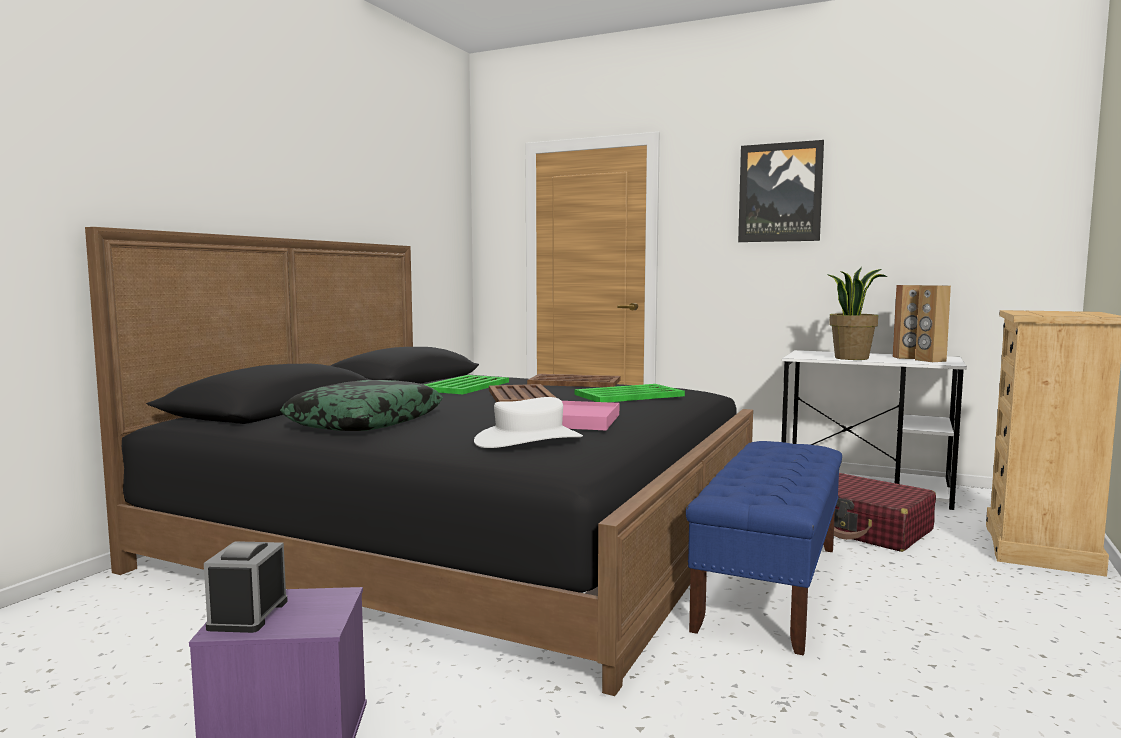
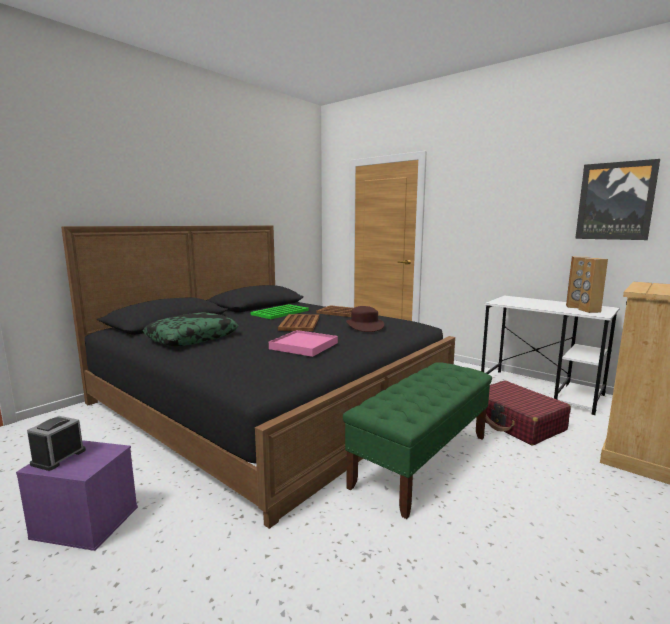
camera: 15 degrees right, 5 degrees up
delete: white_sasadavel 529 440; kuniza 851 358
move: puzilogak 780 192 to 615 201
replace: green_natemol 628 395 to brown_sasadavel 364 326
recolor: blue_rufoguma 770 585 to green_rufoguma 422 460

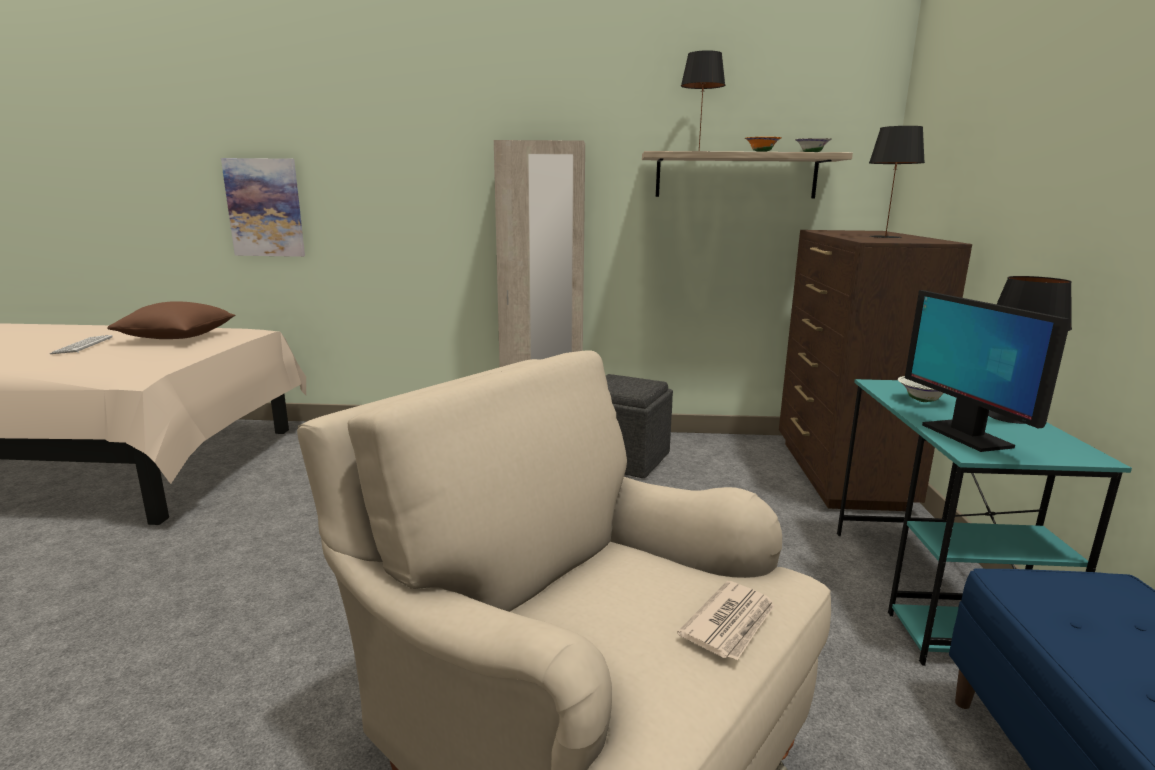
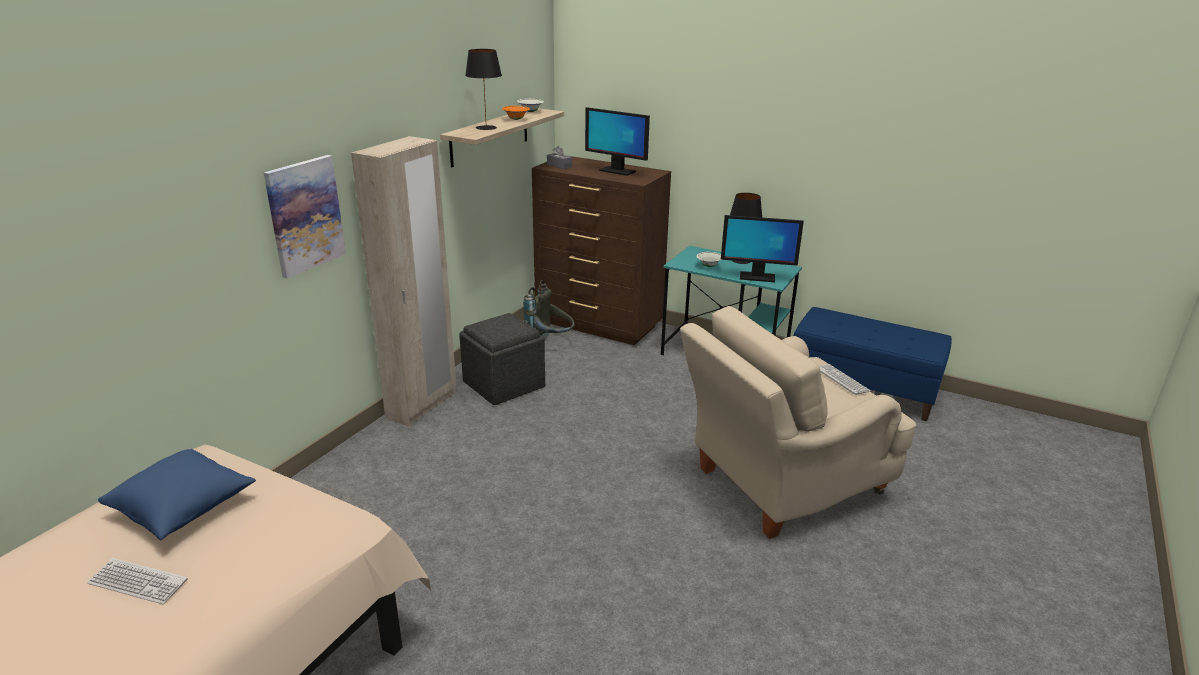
camera: 65 degrees left, 10 degrees up
insert: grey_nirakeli 550 343; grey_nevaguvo 559 166
move: puzilogak 265 208 to 305 215
replace: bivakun 731 623 to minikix 842 380; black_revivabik 886 237 to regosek 617 171
recolor: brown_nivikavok 178 338 to blue_nivikavok 183 508

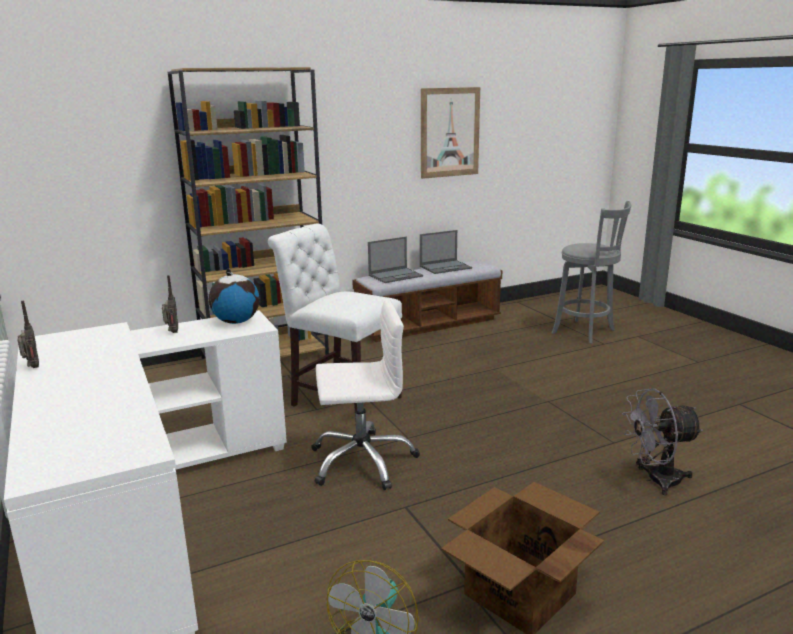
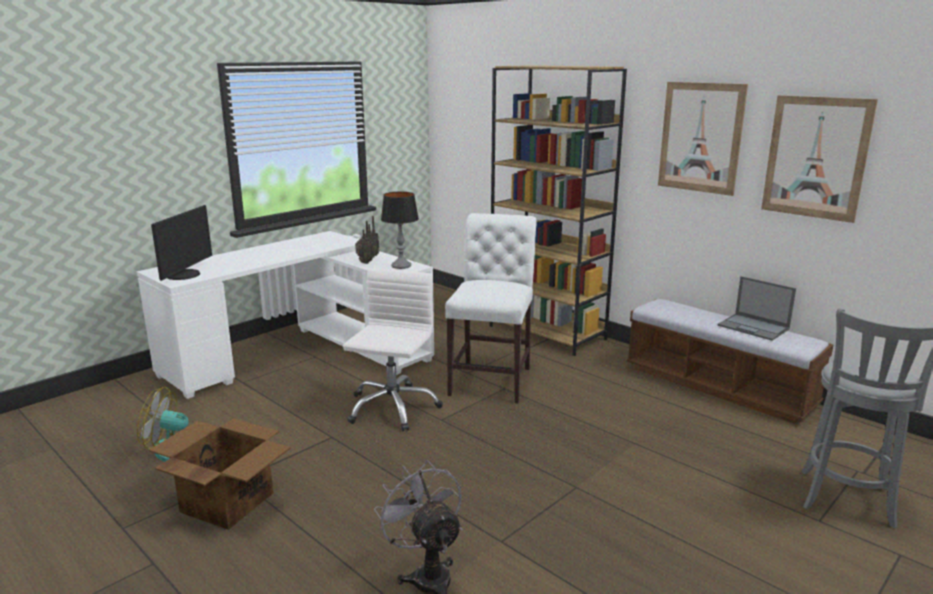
camera: 70 degrees right, 0 degrees up
delete: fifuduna 396 275
insert: regosek 185 275; puzilogak 700 137
move: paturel 32 368 to 364 263
replace: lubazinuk 236 322 to revivabik 401 266
rotate: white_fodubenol 362 461 = 392 407 135 degrees counterclockwise

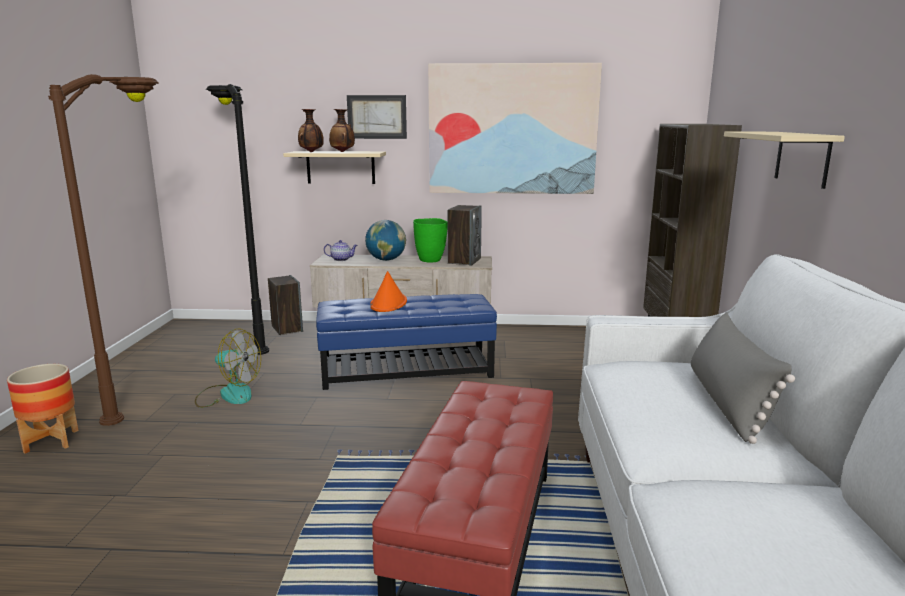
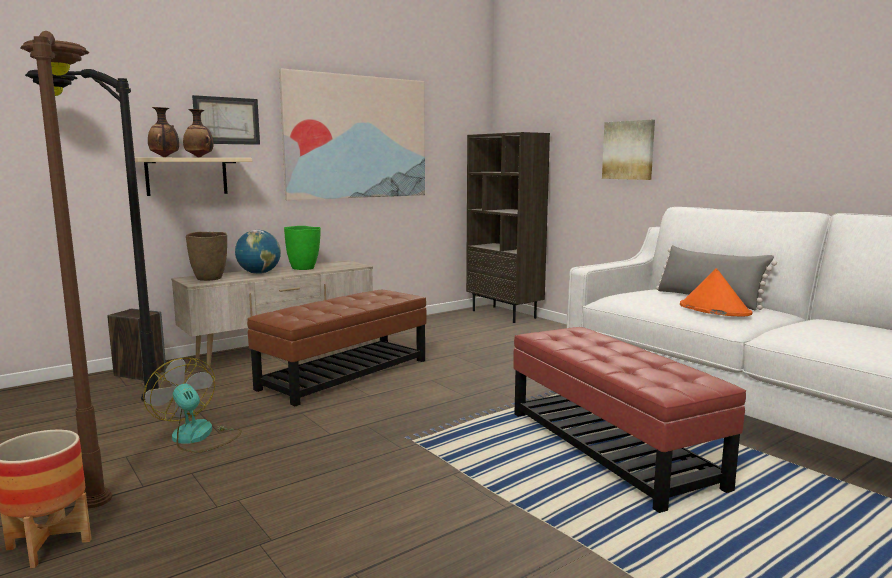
camera: 40 degrees left, 5 degrees down
delete: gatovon 464 261
move: orange_sasadavel 388 304 to 714 309
replace: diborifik 341 259 to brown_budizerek 210 278; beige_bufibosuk 802 158 to puzilogak 629 150
recolor: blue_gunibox 406 371 to brown_gunibox 344 374
rotate: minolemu 228 394 = 197 437 105 degrees counterclockwise

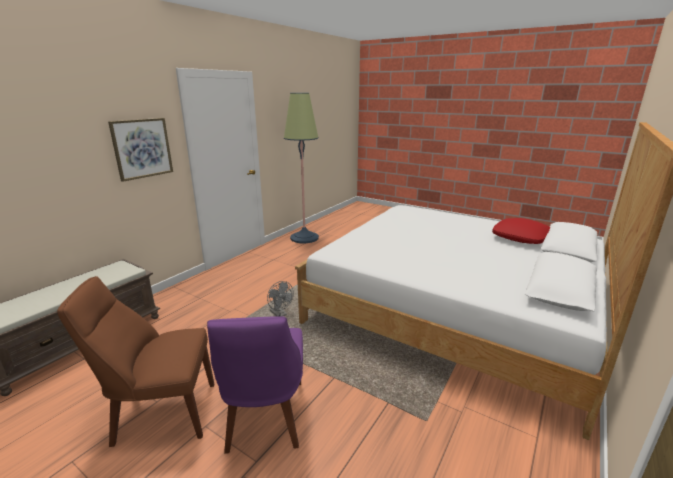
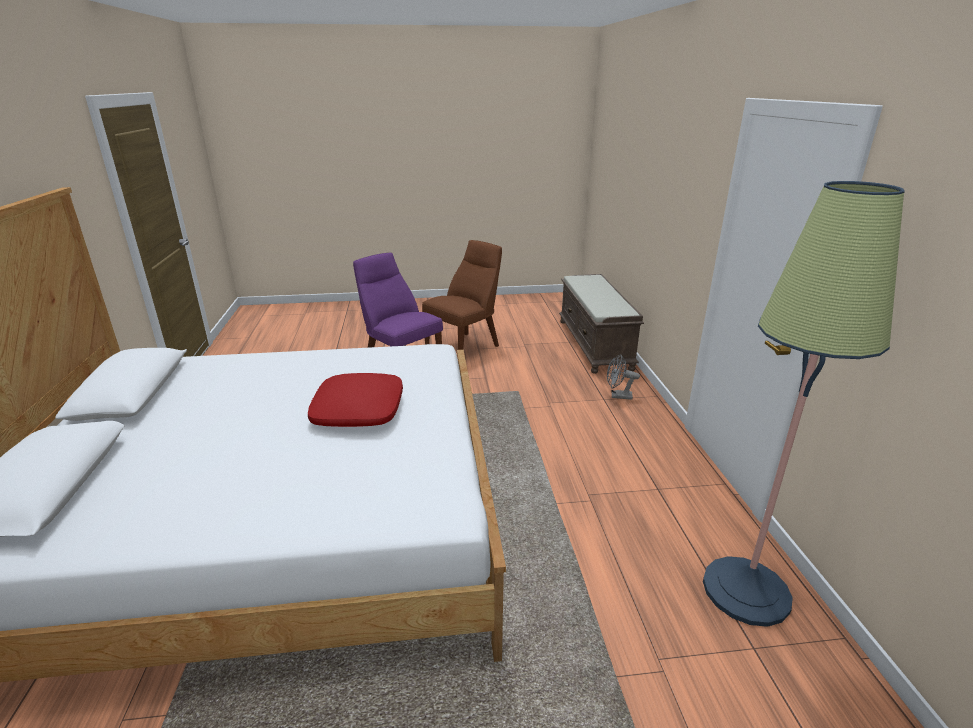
camera: 140 degrees right, 5 degrees up
delete: puzilogak 142 148
move: grey_minolemu 280 314 to 617 396; red_nivikavok 520 237 to 359 410

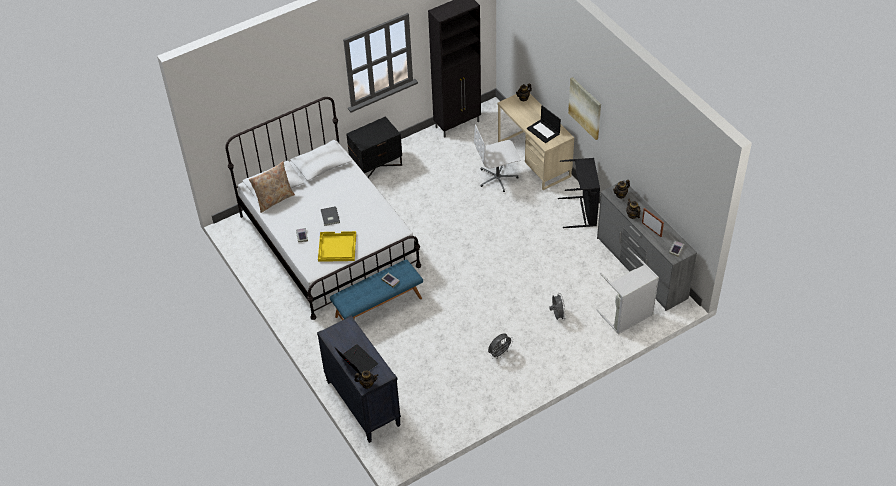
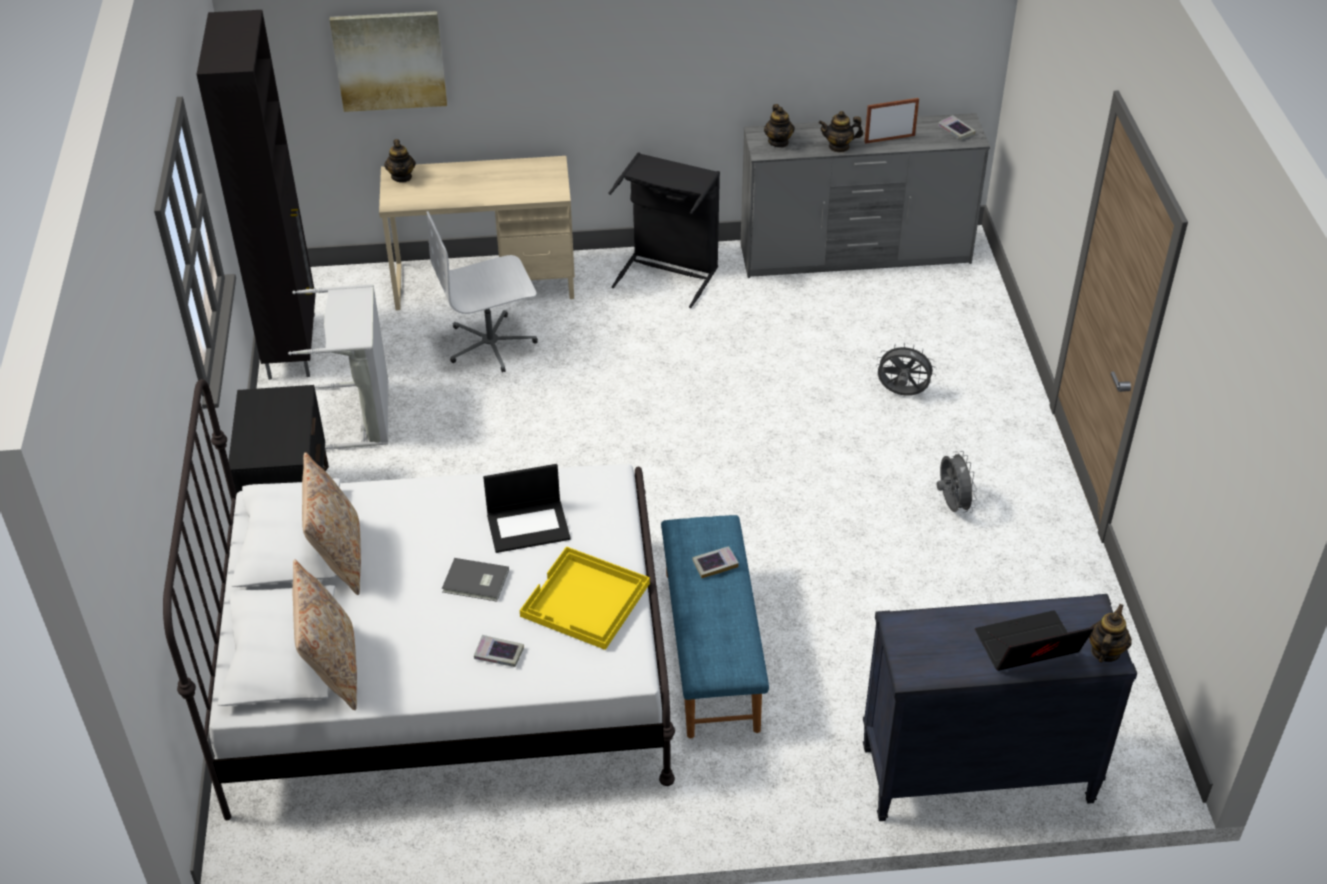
camera: 65 degrees left, 5 degrees down
insert: beige_nivikavok 338 557
move: fifuduna 543 131 to 529 526; puzilogak 585 108 to 389 60; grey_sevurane 628 317 to 362 415
rotate: white_fodubenol 497 178 = 491 344 60 degrees clockwise

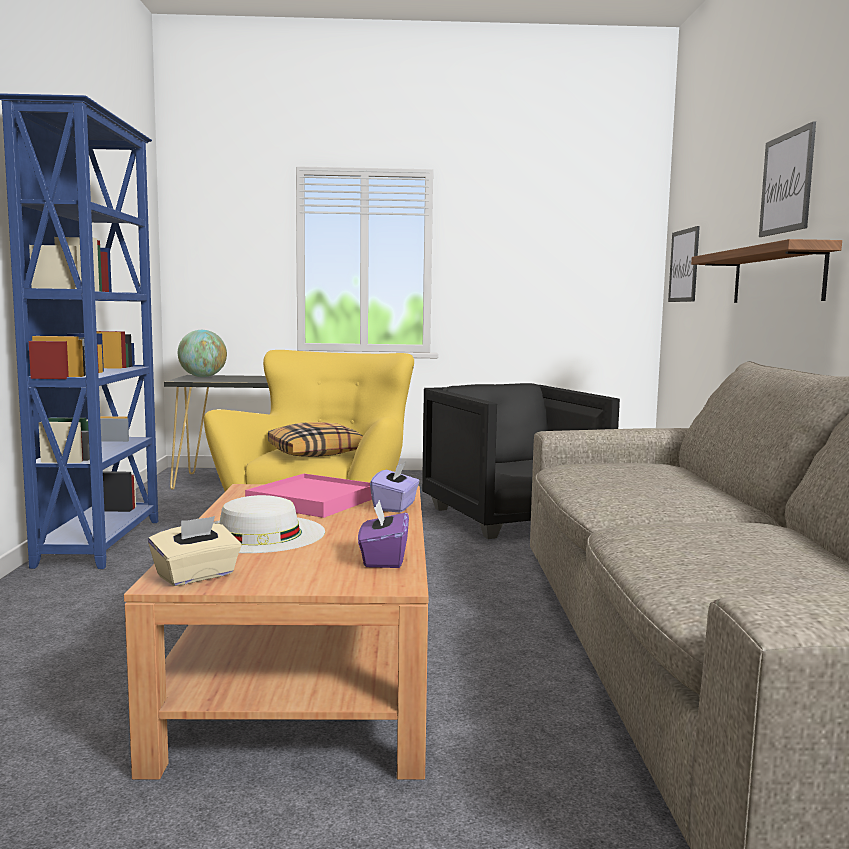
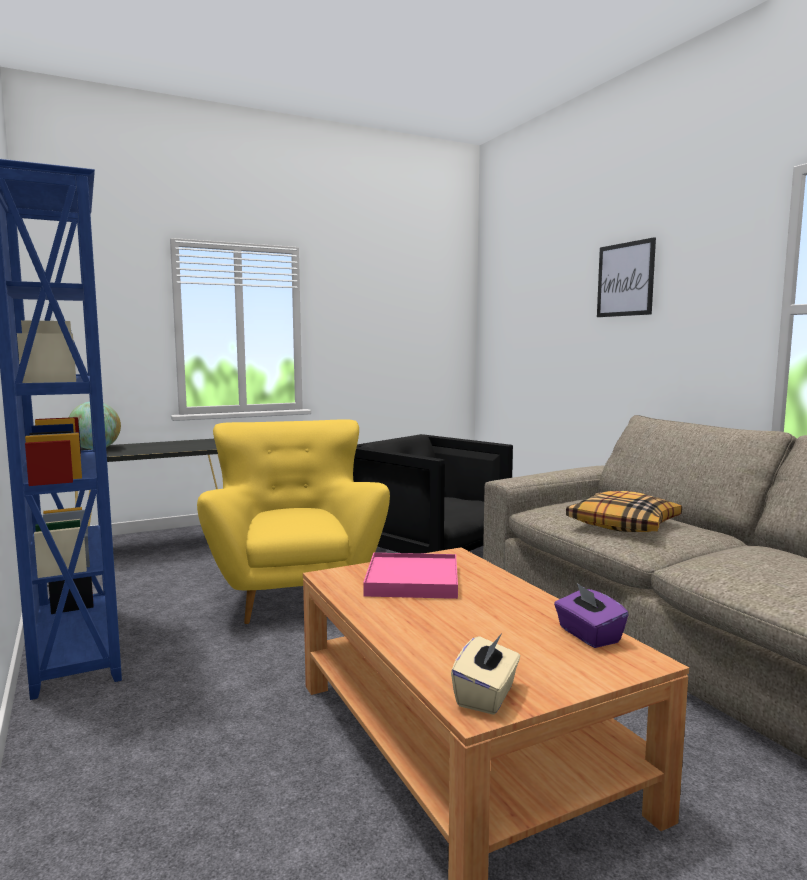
camera: 25 degrees left, 0 degrees up
delete: white_sasadavel 259 534; purple_nevaguvo 395 506; puzilogak 684 265; bufibosuk 777 276
move: nivikavok 316 452 to 623 524

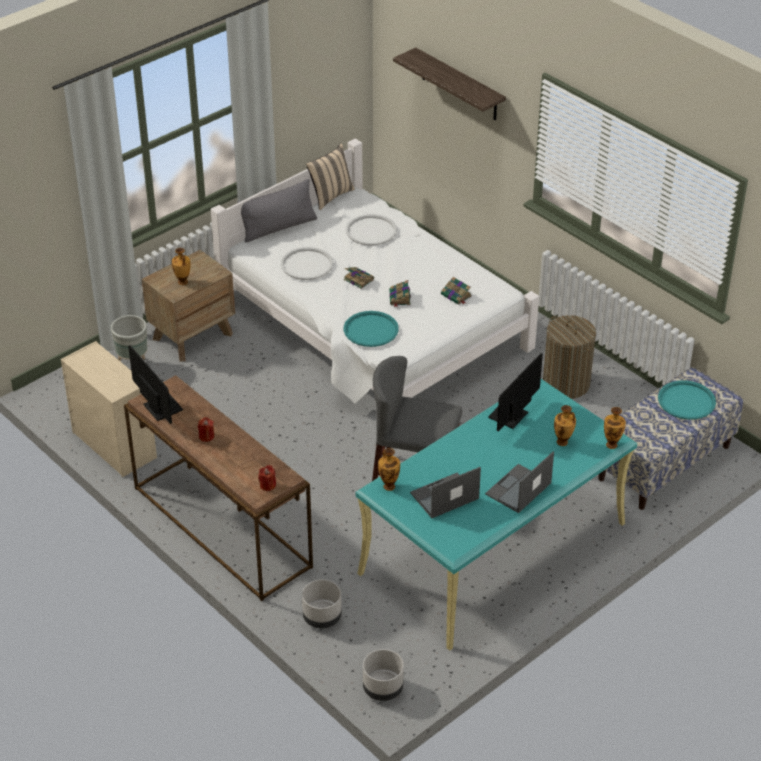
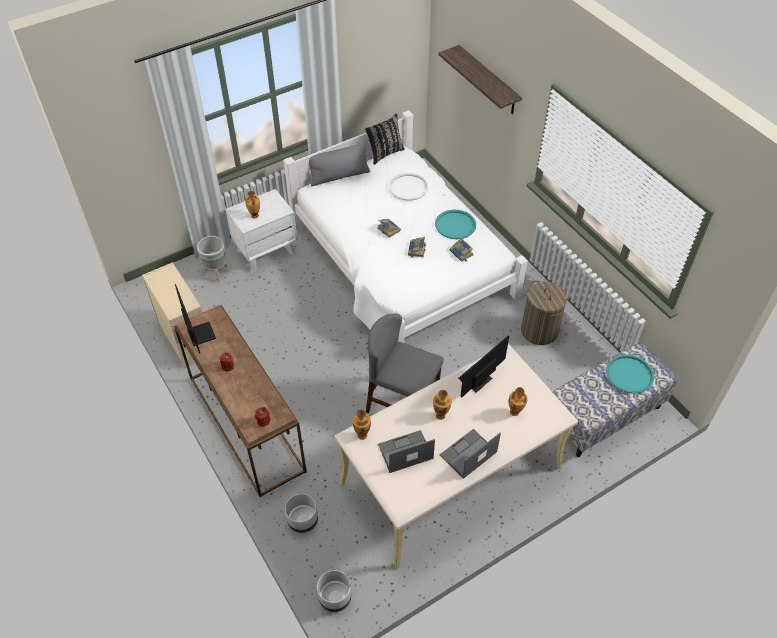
camera: 10 degrees right, 10 degrees up
delete: white_natemol 307 264
move: turquoise_natemol 371 330 to 455 225; budizerek 612 444 to 441 415
recolor: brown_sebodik 193 336 to white_sebodik 266 251; beige_nivikavok 330 196 to black_nivikavok 384 153; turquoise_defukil 492 549 to beige_defukil 450 476

